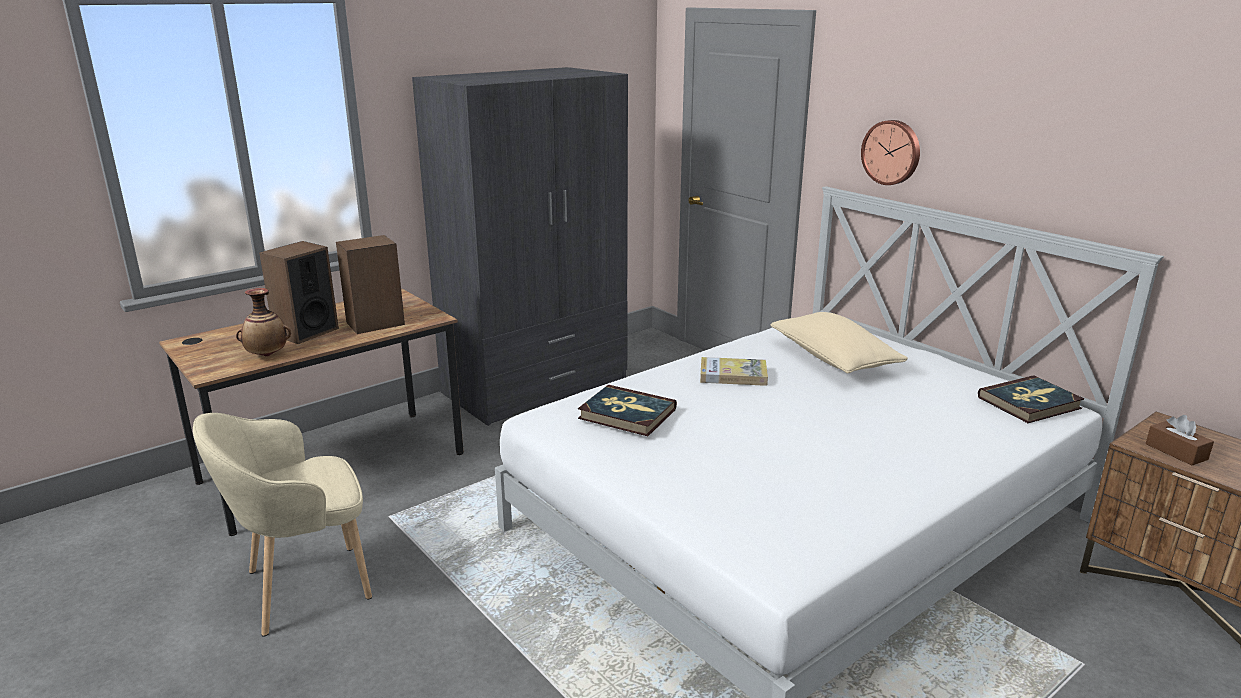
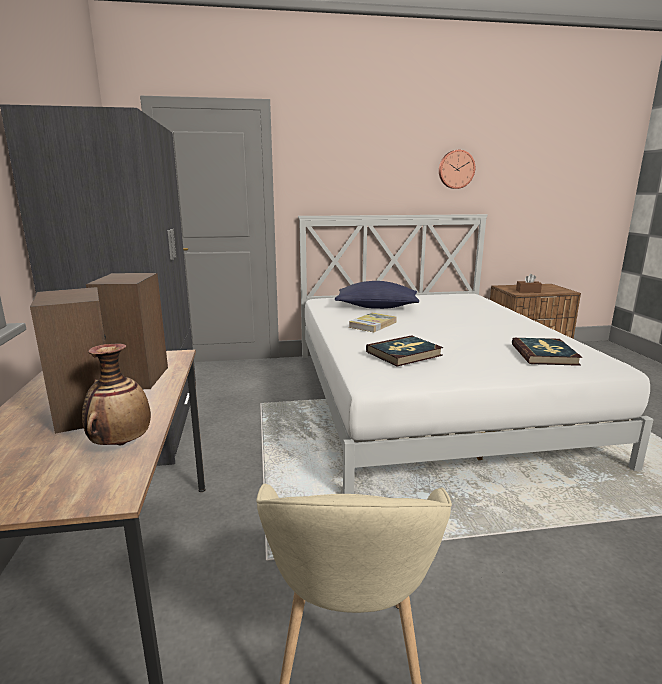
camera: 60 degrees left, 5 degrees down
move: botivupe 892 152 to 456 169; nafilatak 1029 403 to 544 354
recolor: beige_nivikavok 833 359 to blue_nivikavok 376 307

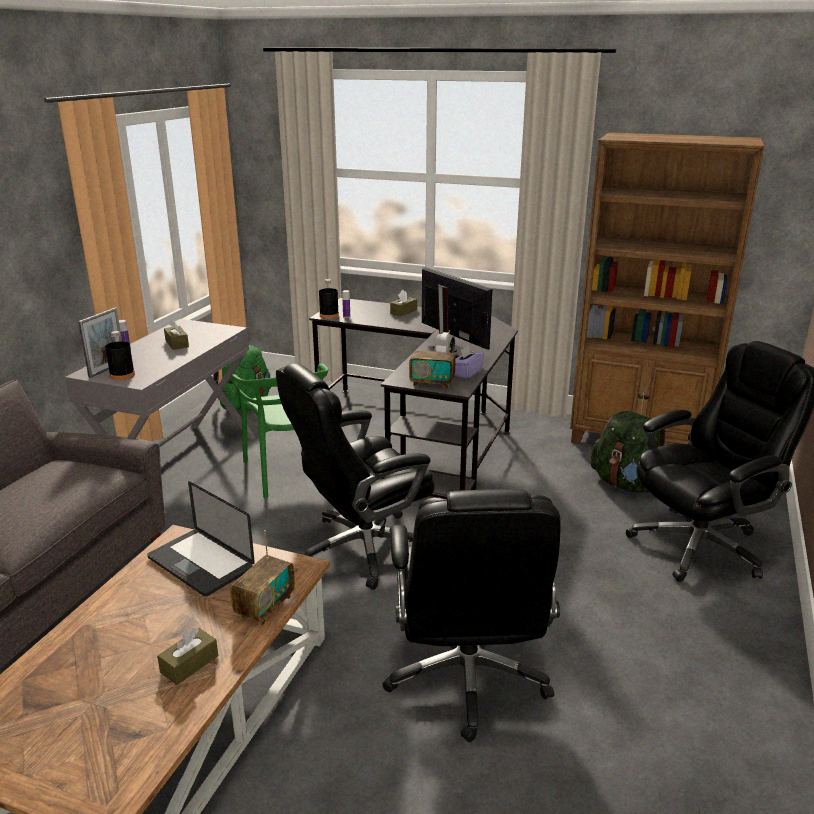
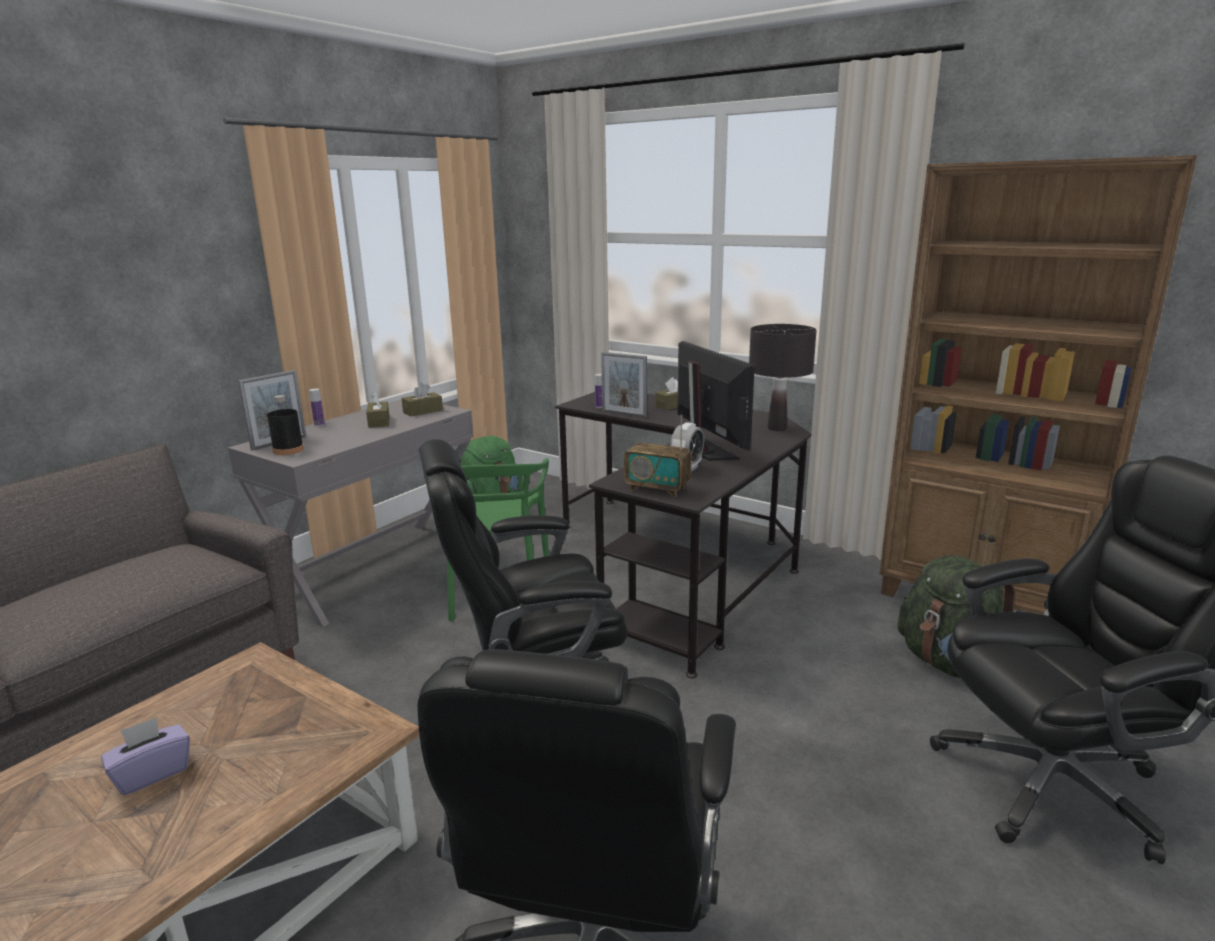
camera: 15 degrees right, 5 degrees down
delete: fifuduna 201 563; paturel 265 607; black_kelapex 329 315
insert: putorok 624 414; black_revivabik 777 428
move: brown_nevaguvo 189 664 to 423 411; purple_nevaguvo 466 373 to 152 773

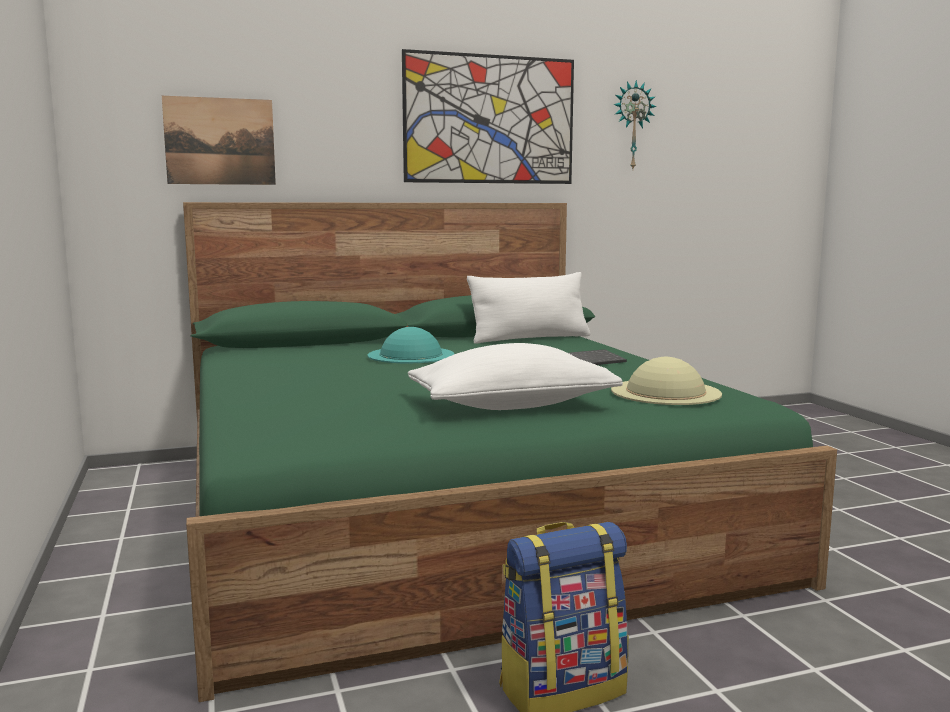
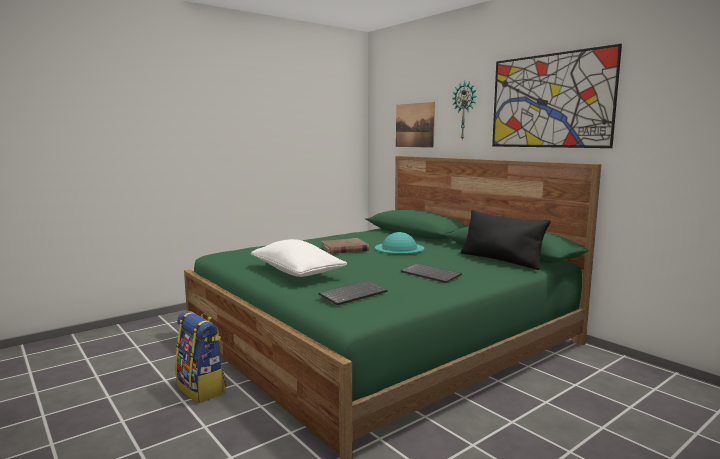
camera: 70 degrees right, 0 degrees up
insert: brown_nafilatak 345 249
move: botivupe 632 126 to 465 111
replace: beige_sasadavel 665 392 to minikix 353 294
recolor: white_nivikavok 530 338 to black_nivikavok 500 260

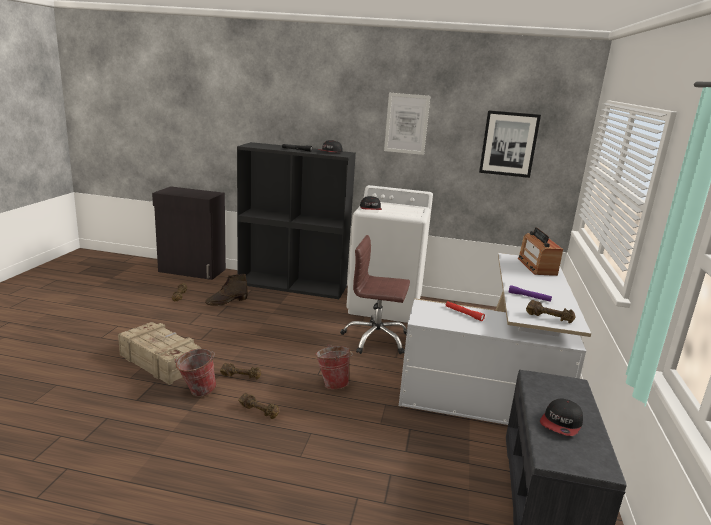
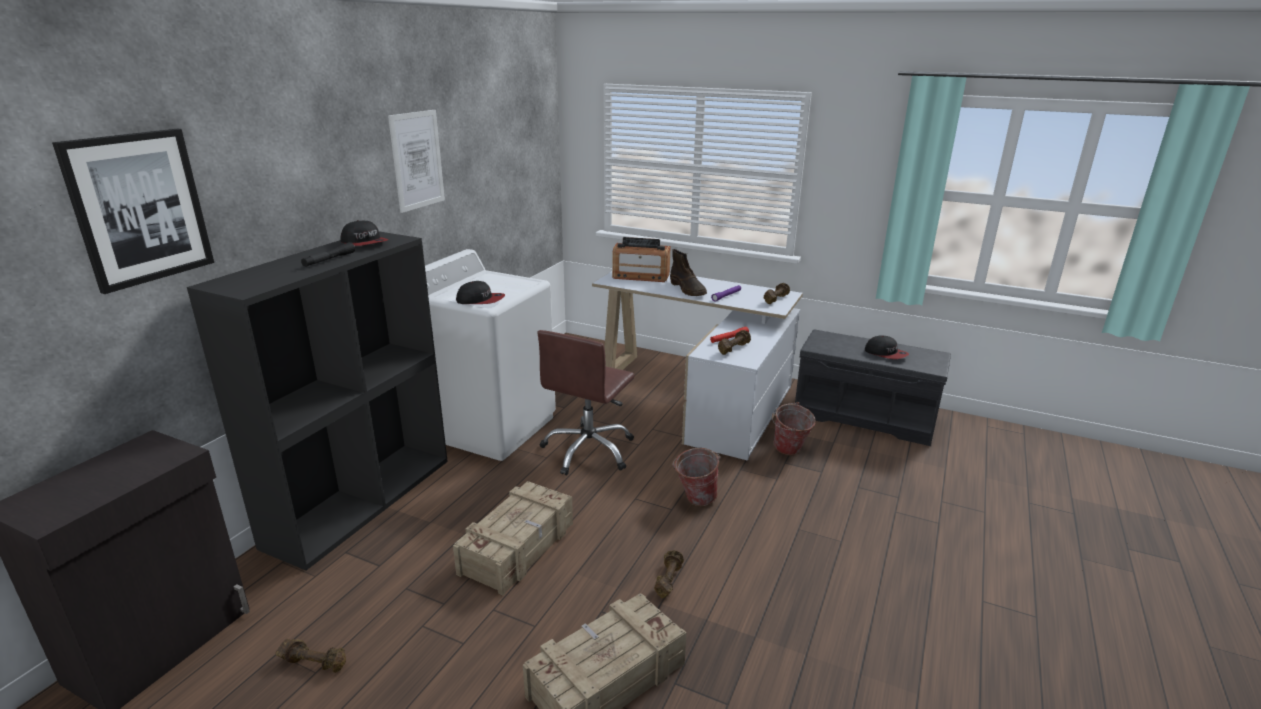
camera: 75 degrees left, 5 degrees up
insert: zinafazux 518 547
move: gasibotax 196 391 to 789 452; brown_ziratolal 226 302 to 688 289; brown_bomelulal 259 411 to 733 348; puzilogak 509 144 to 139 208

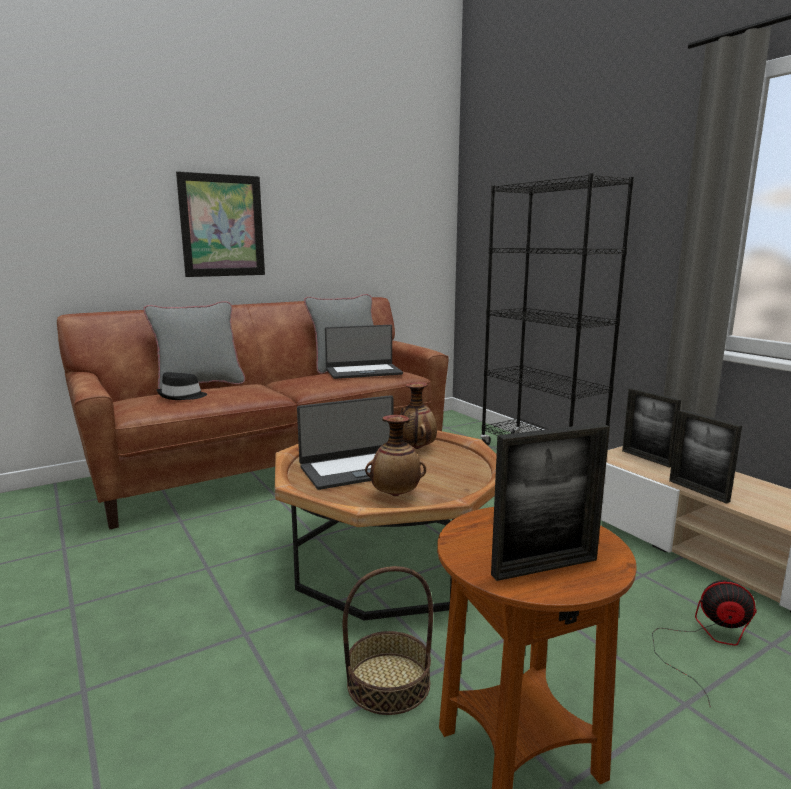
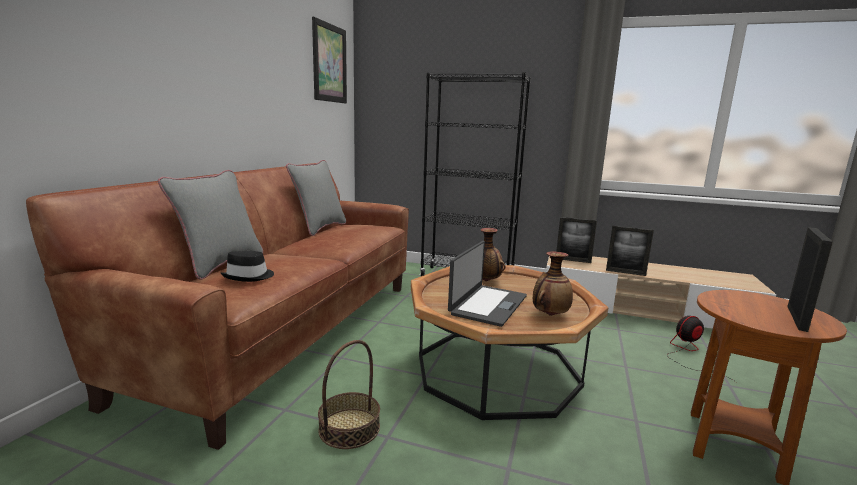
camera: 40 degrees left, 0 degrees up
delete: fifuduna 363 372
move: puzilogak 222 226 to 329 63; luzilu 388 683 to 349 428

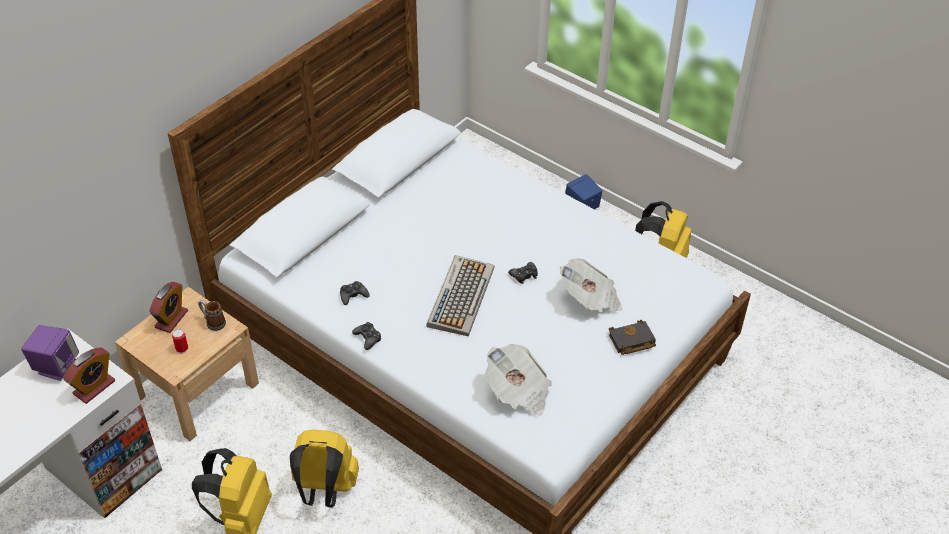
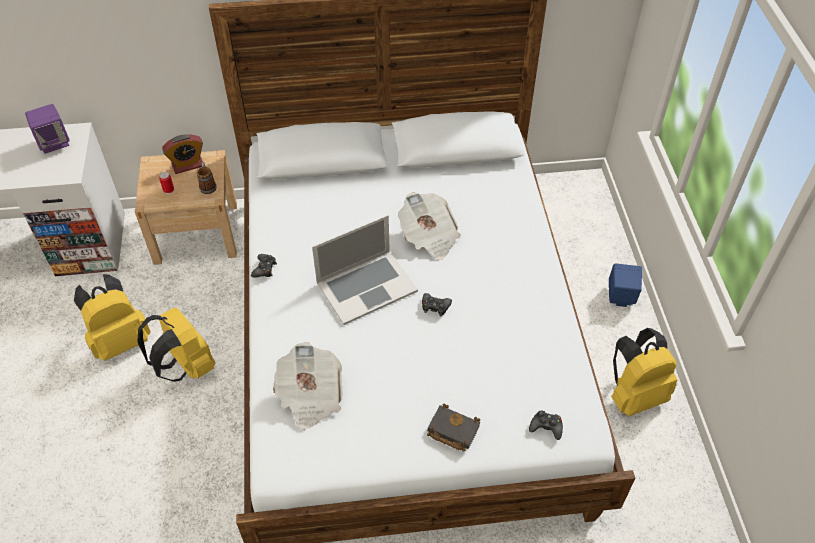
camera: 45 degrees right, 5 degrees up
delete: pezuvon 94 387
move: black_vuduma 353 295 to 546 427; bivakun 590 299 to 429 237
replace: minikix 460 296 to fifuduna 366 286

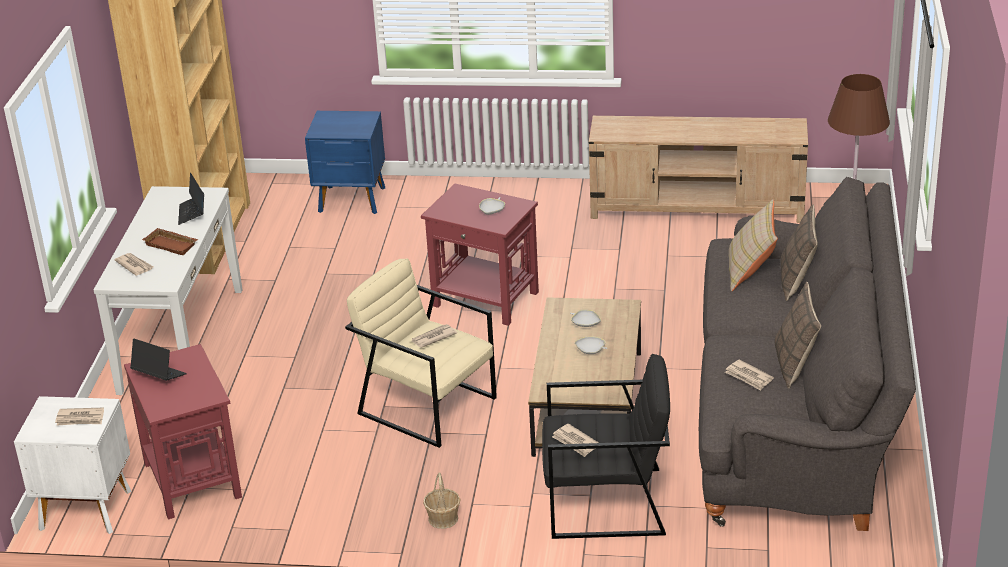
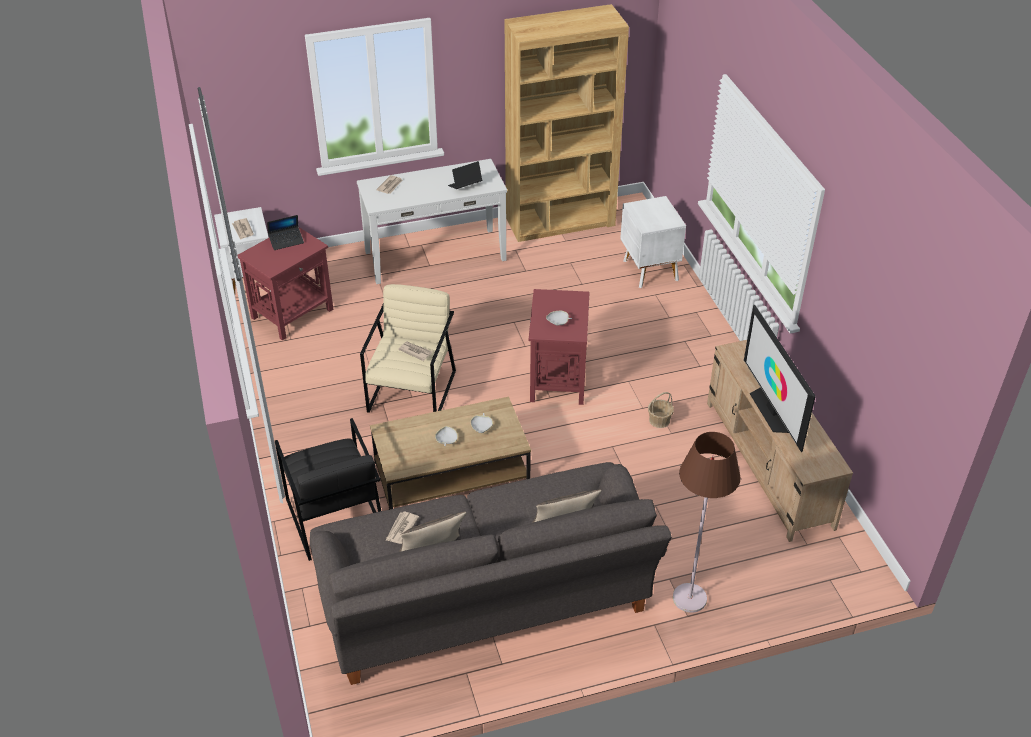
camera: 65 degrees right, 10 degrees up
delete: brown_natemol 172 244; bivakun 575 442; beige_nivikavok 751 271
insert: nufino 772 410
move: luzilu 443 518 to 659 420
recolor: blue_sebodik 352 200 to white_sebodik 649 271
rotate: fifuduna 159 375 = 286 241 60 degrees clockwise

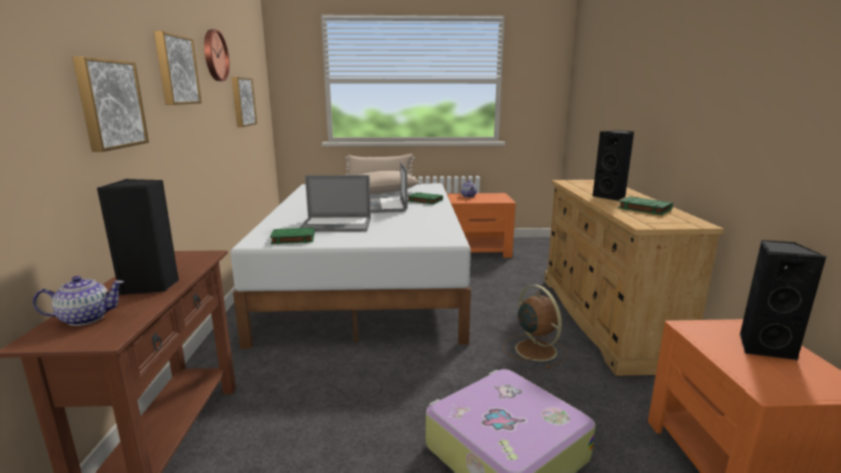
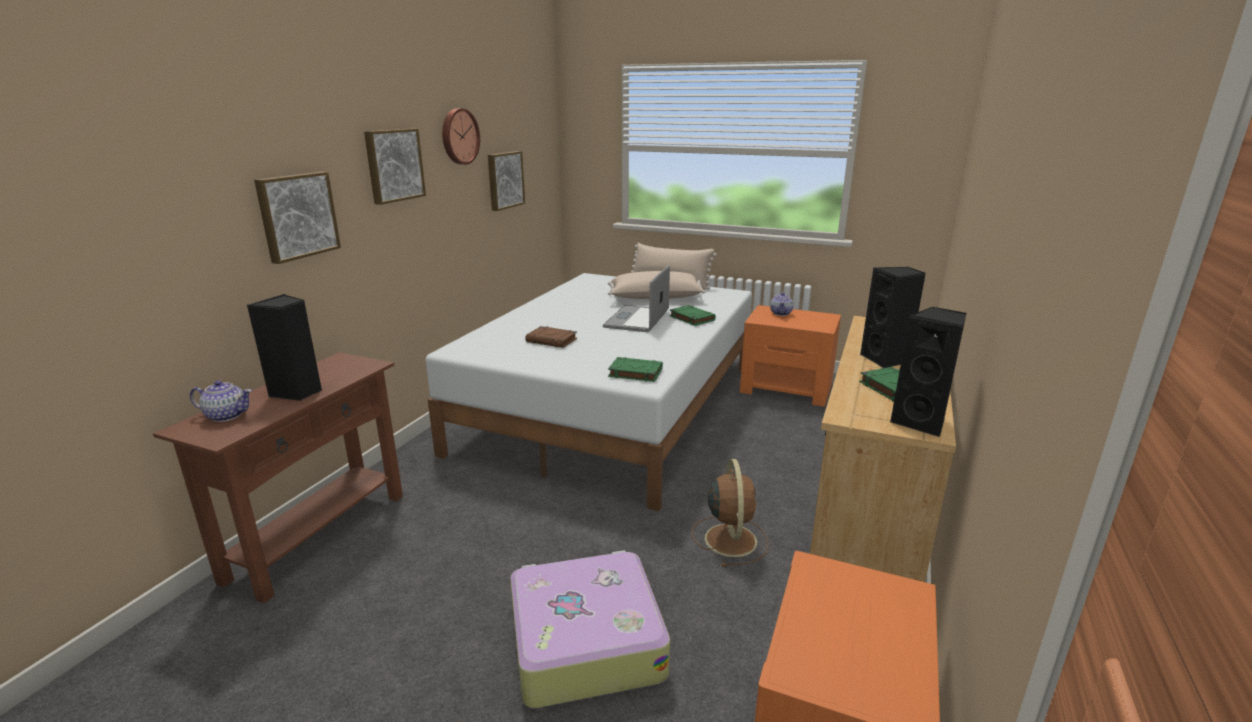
camera: 25 degrees right, 5 degrees up
move: green_nafilatak 292 239 to 634 373; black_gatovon 763 347 to 921 422
replace: fifuduna 336 225 to brown_nafilatak 552 340

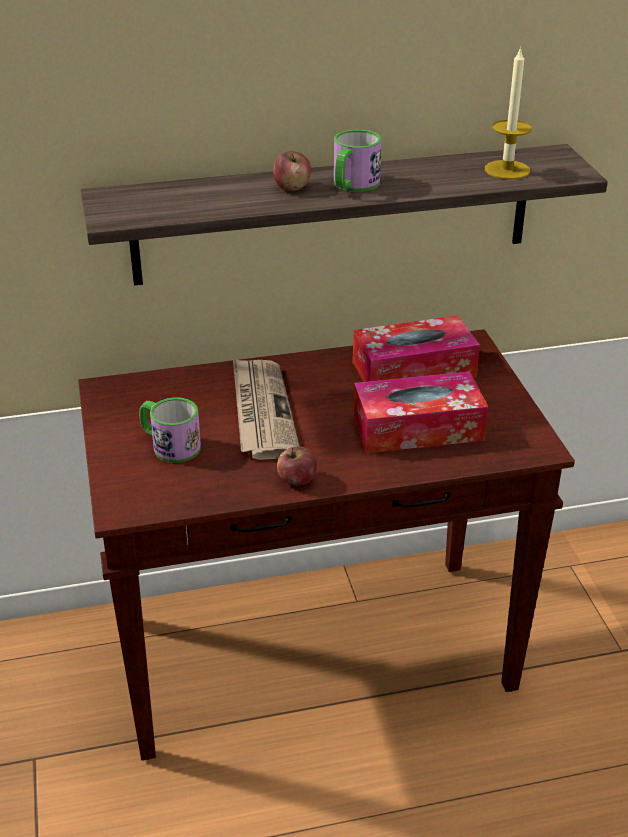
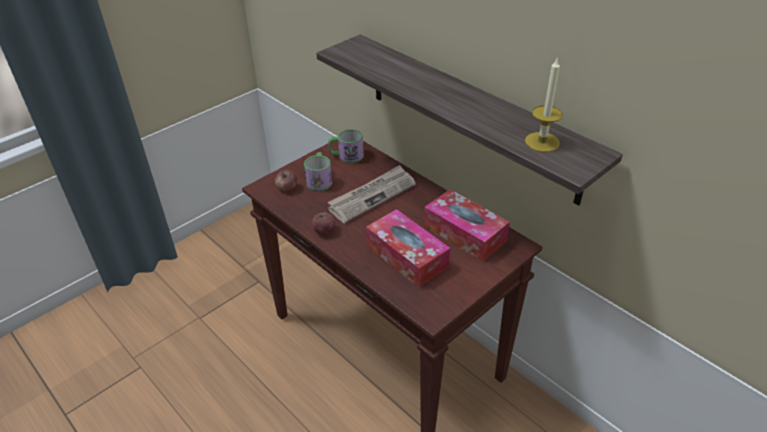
camera: 60 degrees right, 5 degrees up
move: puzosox 292 187 to 287 188; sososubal 352 185 to 346 156

